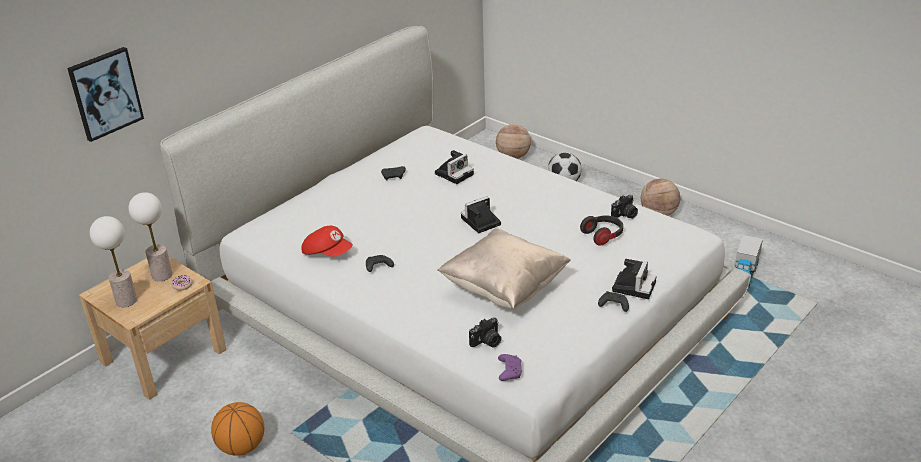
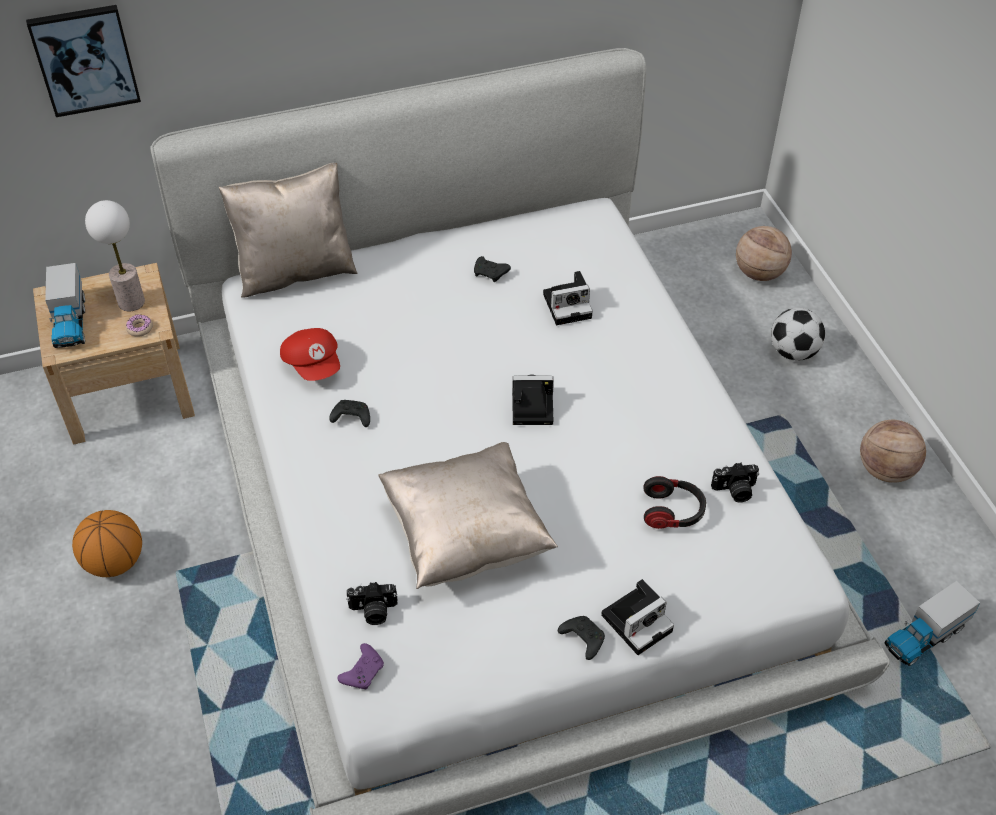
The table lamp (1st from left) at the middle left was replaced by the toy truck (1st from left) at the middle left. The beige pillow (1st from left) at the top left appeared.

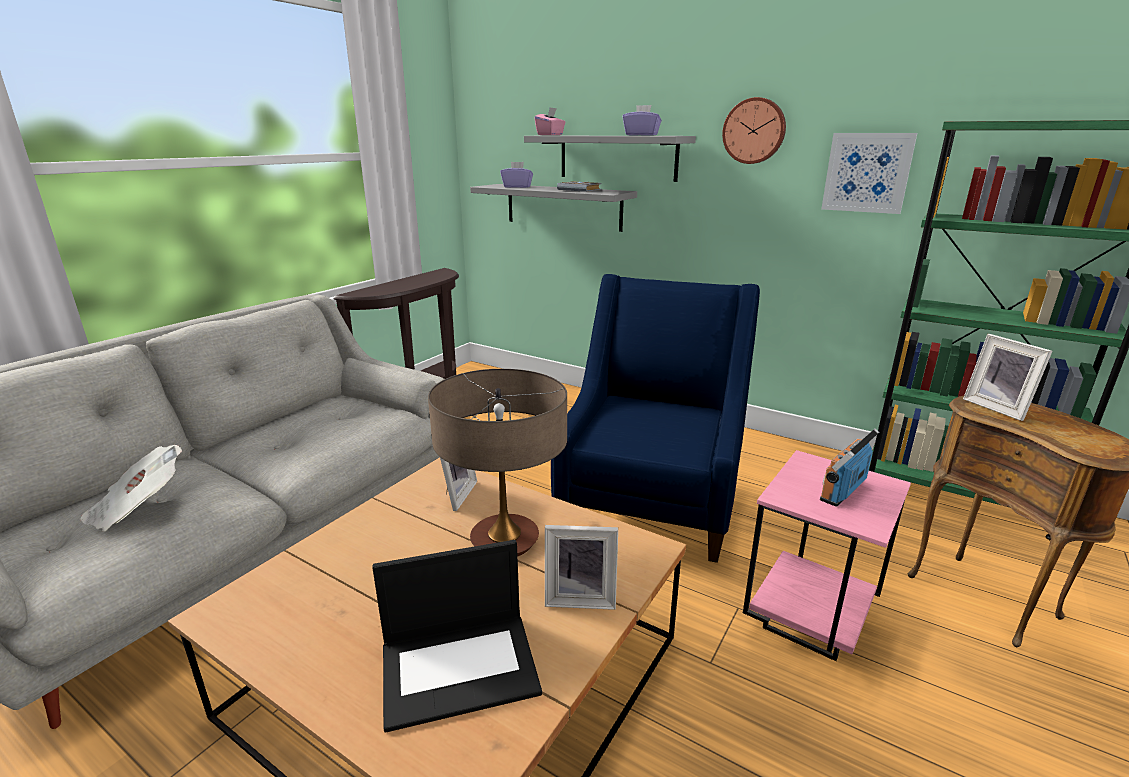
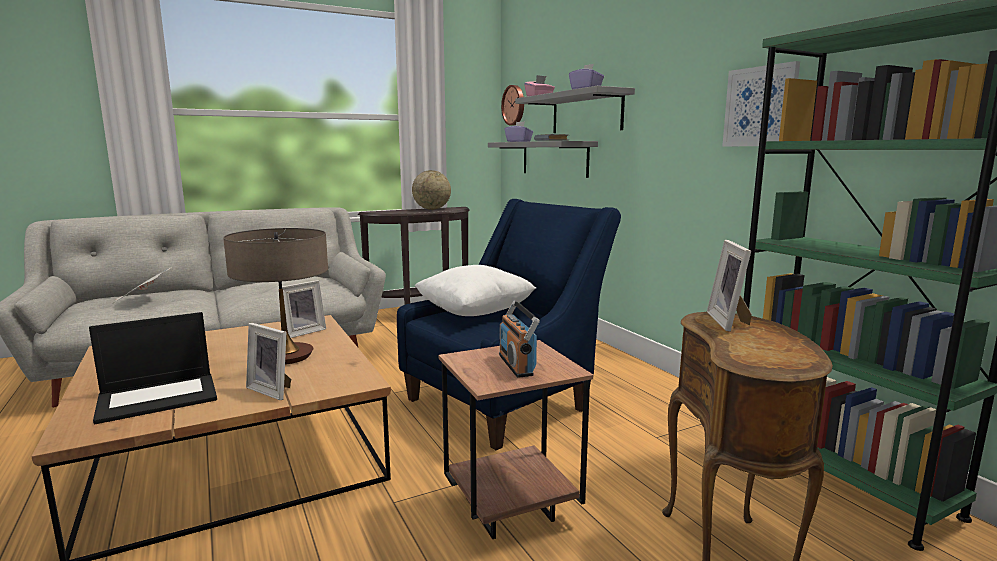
The wall clock moved from the top right to the top centre. The radio at the middle right turned 90 degrees counterclockwise. The pink side table at the bottom right became the brown side table (1st from left) at the bottom centre. The laptop at the bottom centre turned 45 degrees counterclockwise. The globe at the centre appeared. The white pillow at the centre appeared.

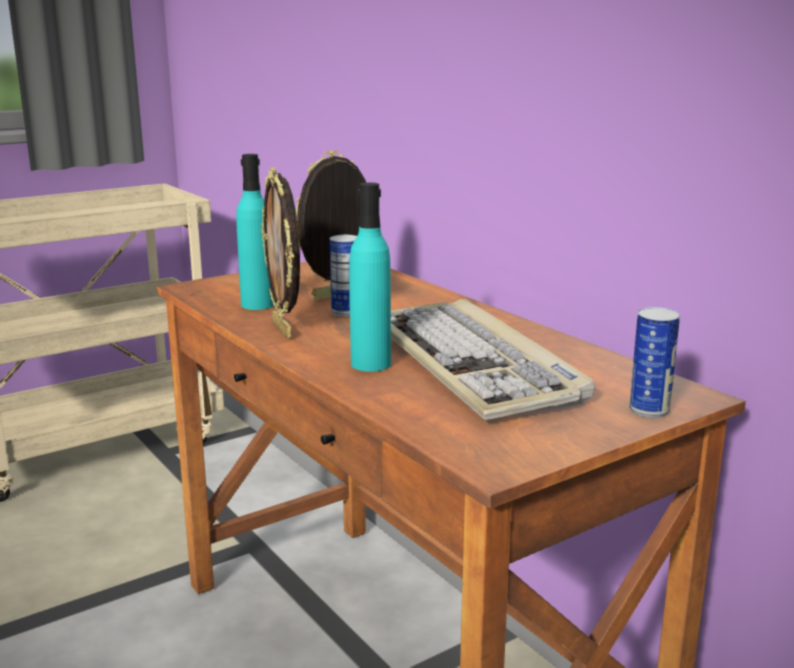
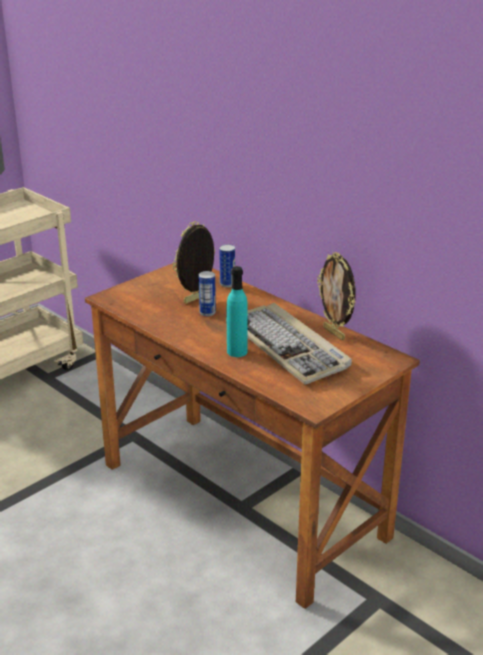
The turquoise bottle (1st from left) at the middle left disappeared. The picture frame (1st from left in the first image) moved from the centre to the middle right. The can (2nd from left) moved from the middle right to the centre.

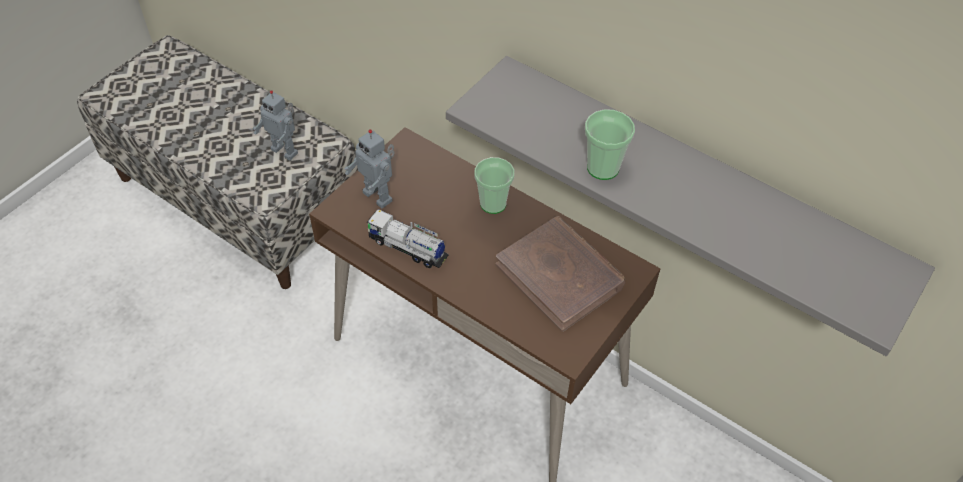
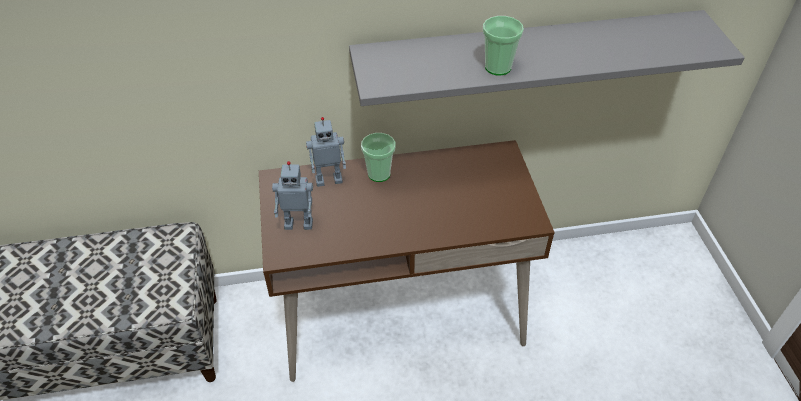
The toy robot (1st from left in the first image) moved from the top left to the centre. The toy truck at the centre disappeared. The brown book at the centre disappeared.

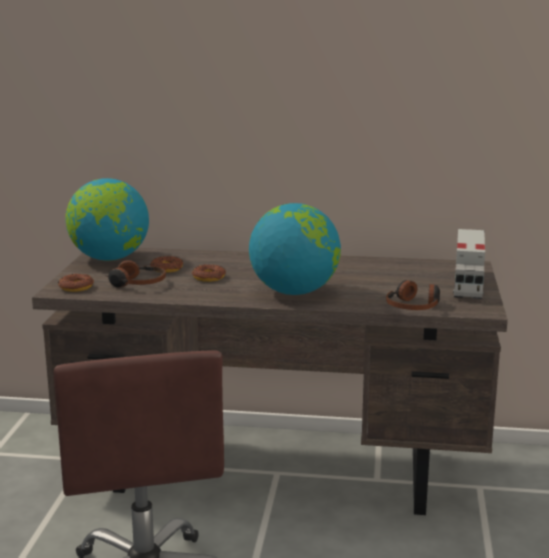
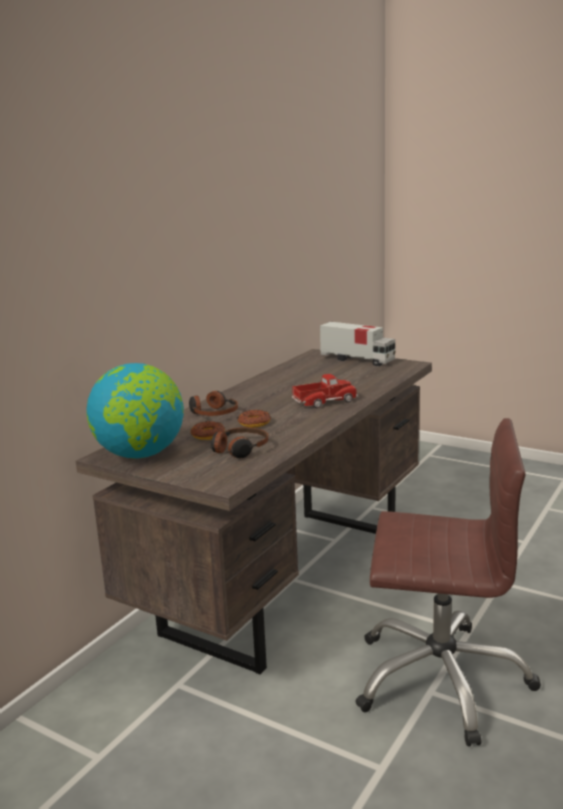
The globe (2nd from left) at the centre was replaced by the toy truck (1st from left) at the centre. The donut (1st from left) at the middle left disappeared. The headphones (2nd from left in the first image) moved from the middle right to the centre.

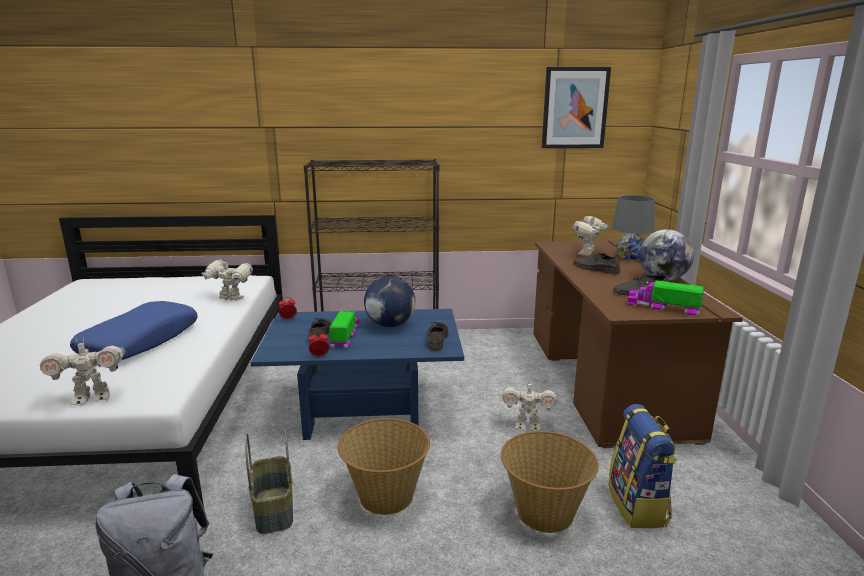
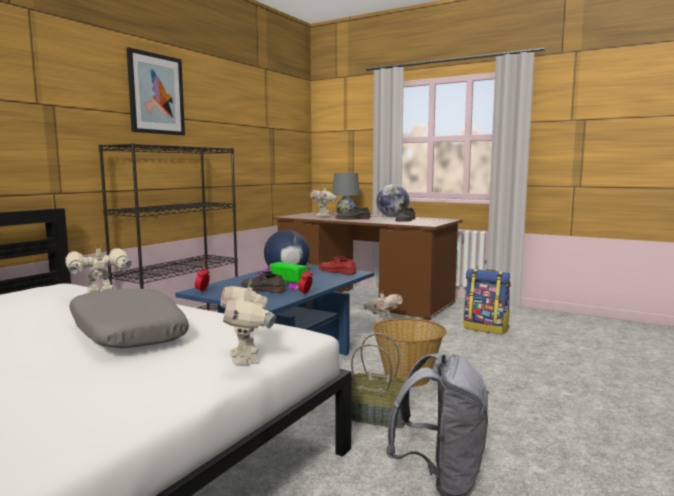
The picture moved from the top right to the top left. The toy truck (2nd from left) at the middle right disappeared. The blue pillow at the middle left became the grey pillow at the middle left. The grey shoe (2nd from left) at the centre became the red shoe at the centre. The toy robot (1st from left in the first image) at the middle left turned 150 degrees clockwise. The basket (3rd from left) at the bottom centre disappeared.

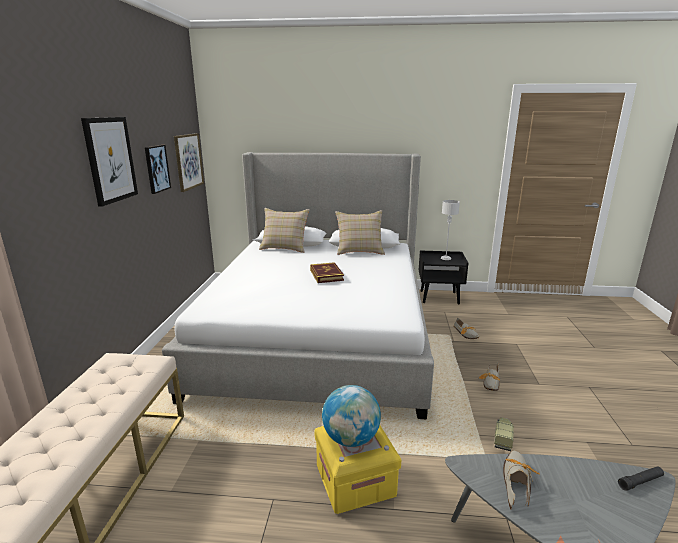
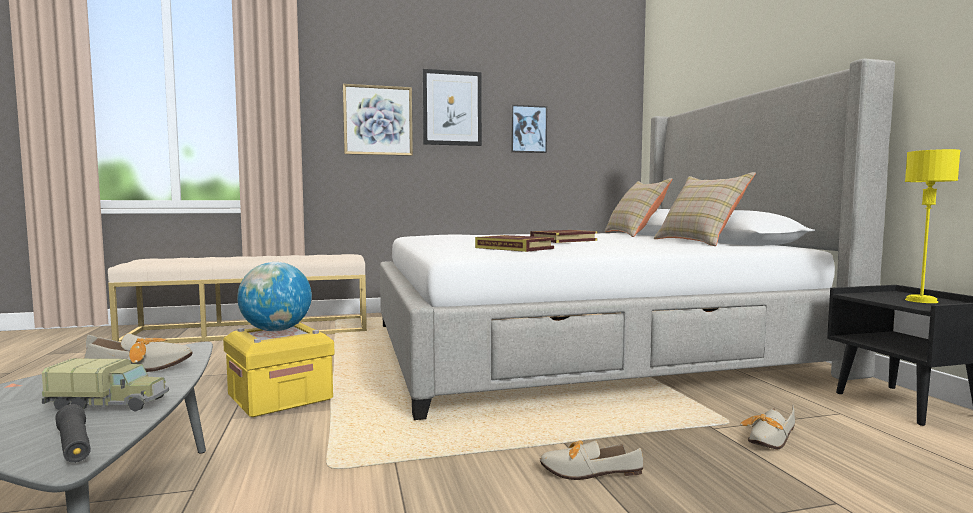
The picture (3rd from left in the first image) moved from the top left to the top centre. The grey table lamp at the centre became the yellow table lamp at the middle right. The toy truck moved from the bottom right to the bottom left. The book (1st from left) at the centre appeared.

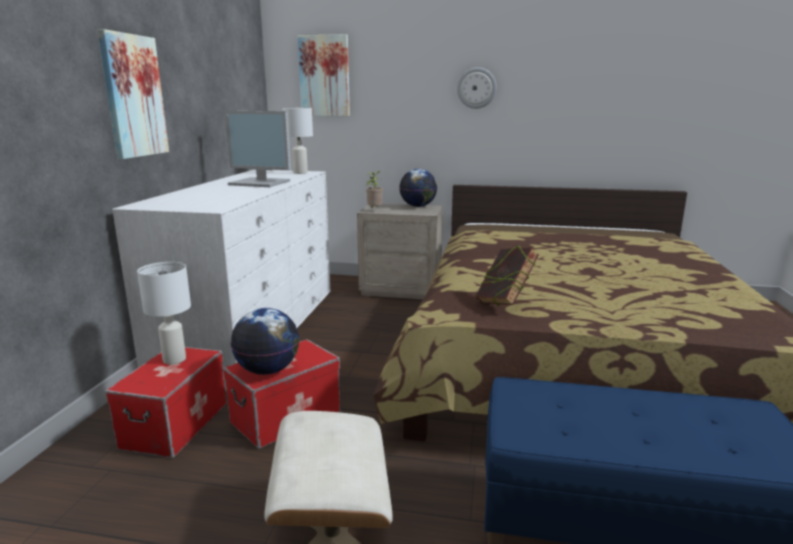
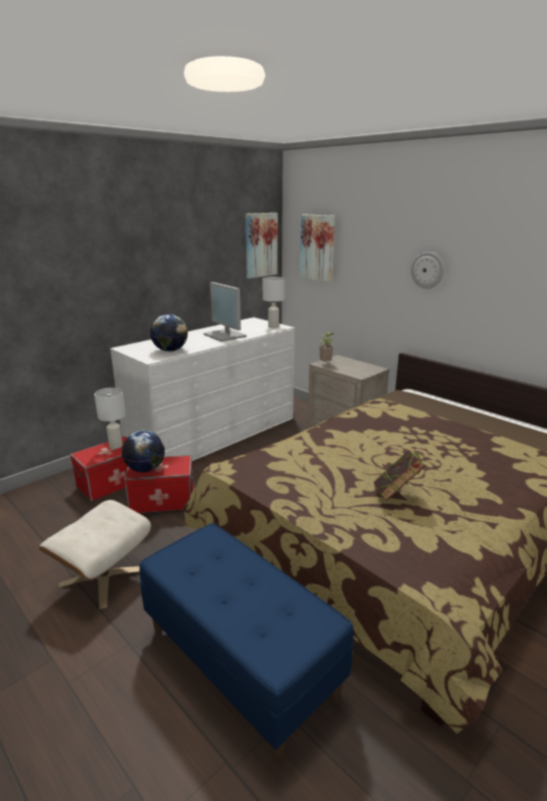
The picture (1st from left) moved from the top left to the top centre. The globe (2nd from left) moved from the centre to the middle left. The book moved from the centre to the middle right.

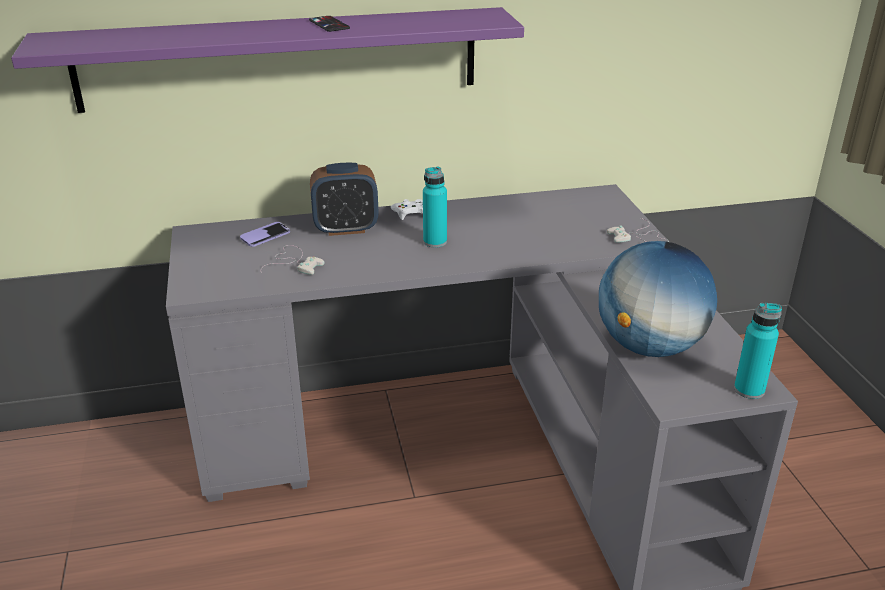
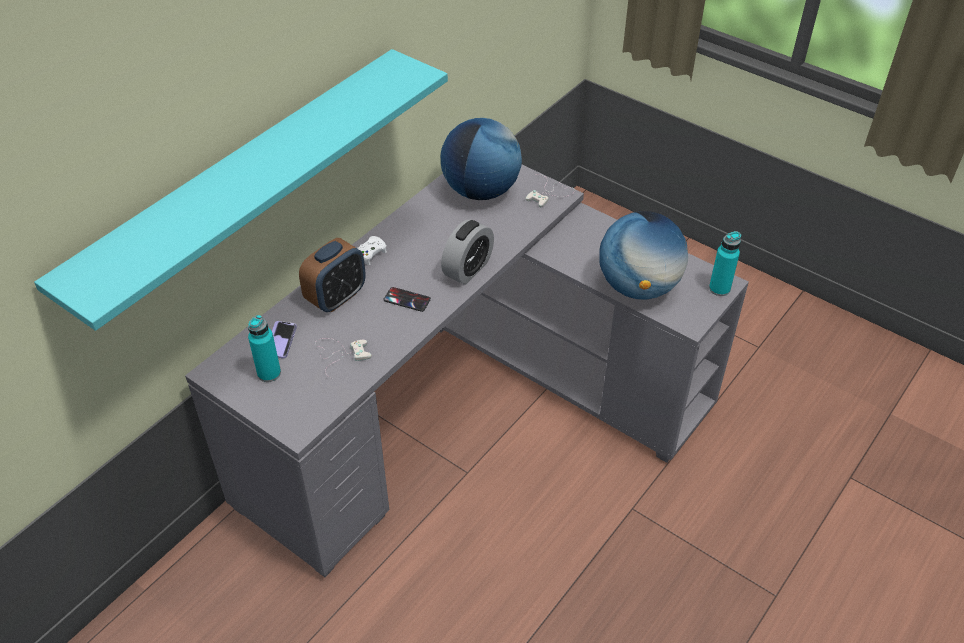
The purple shelf at the top left became the turquoise shelf at the top left. The phone (2nd from left) moved from the top centre to the centre. The turquoise bottle (1st from left) moved from the centre to the middle left. The globe (1st from left) at the top centre appeared. The alarm clock (2nd from left) at the centre appeared.

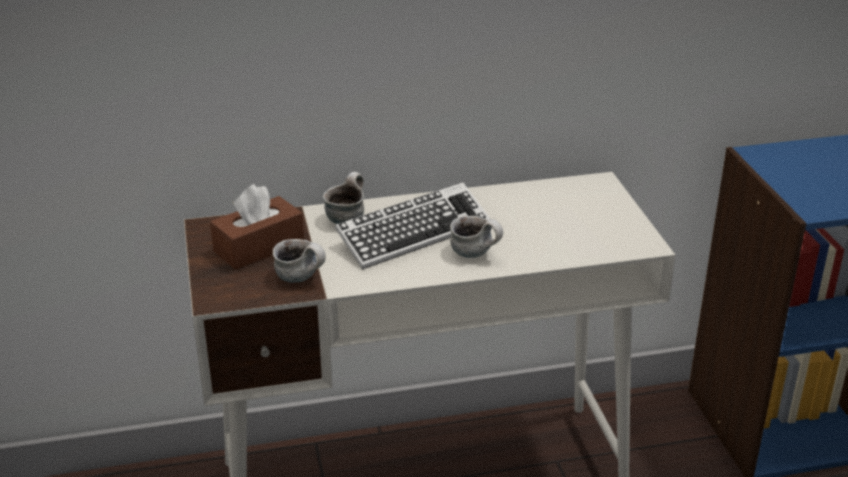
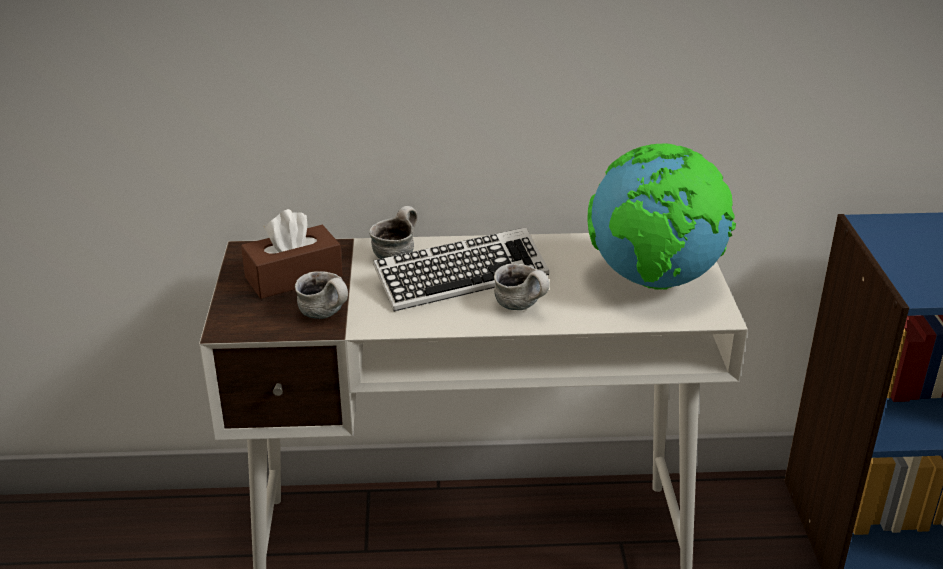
The globe at the middle right appeared.

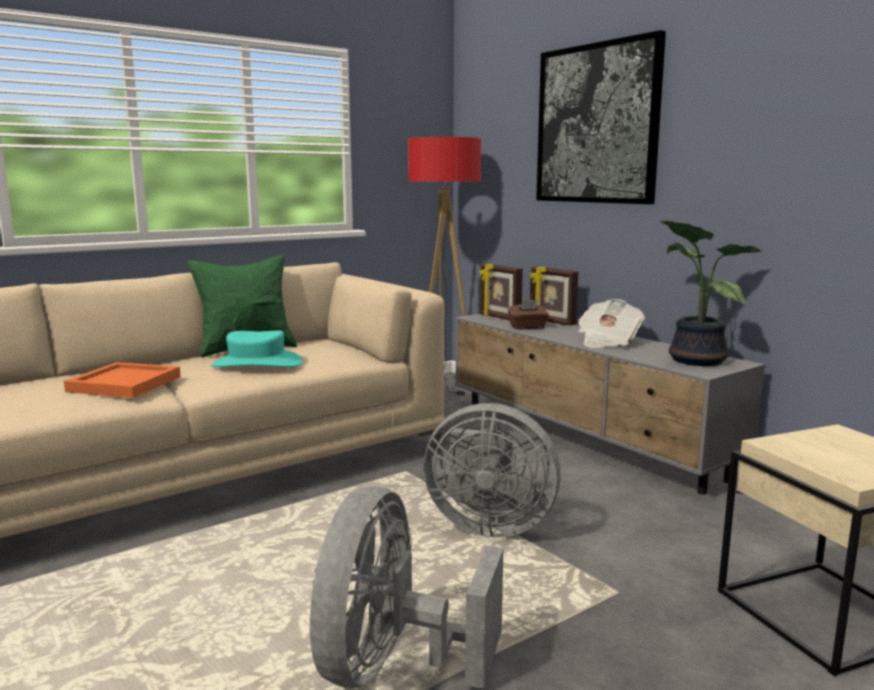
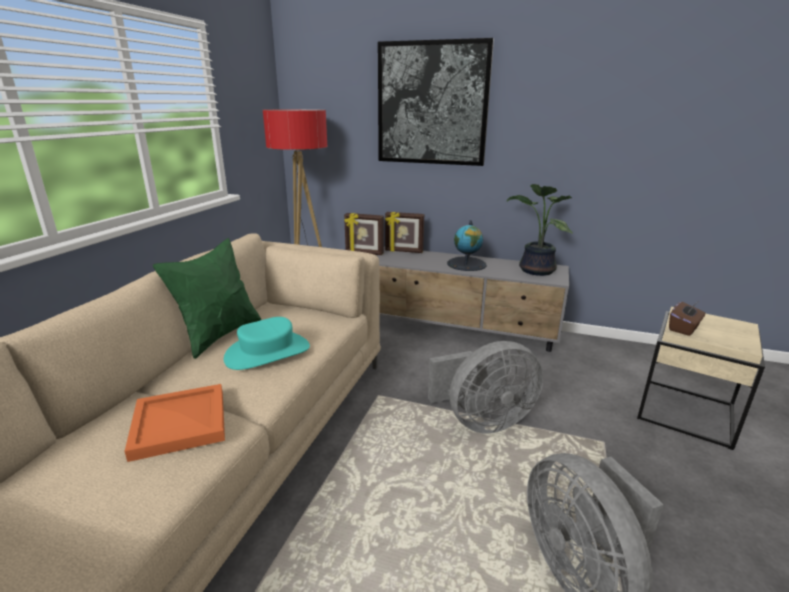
The newspaper at the middle right was replaced by the globe at the centre. The brown tissue box moved from the centre to the middle right.

